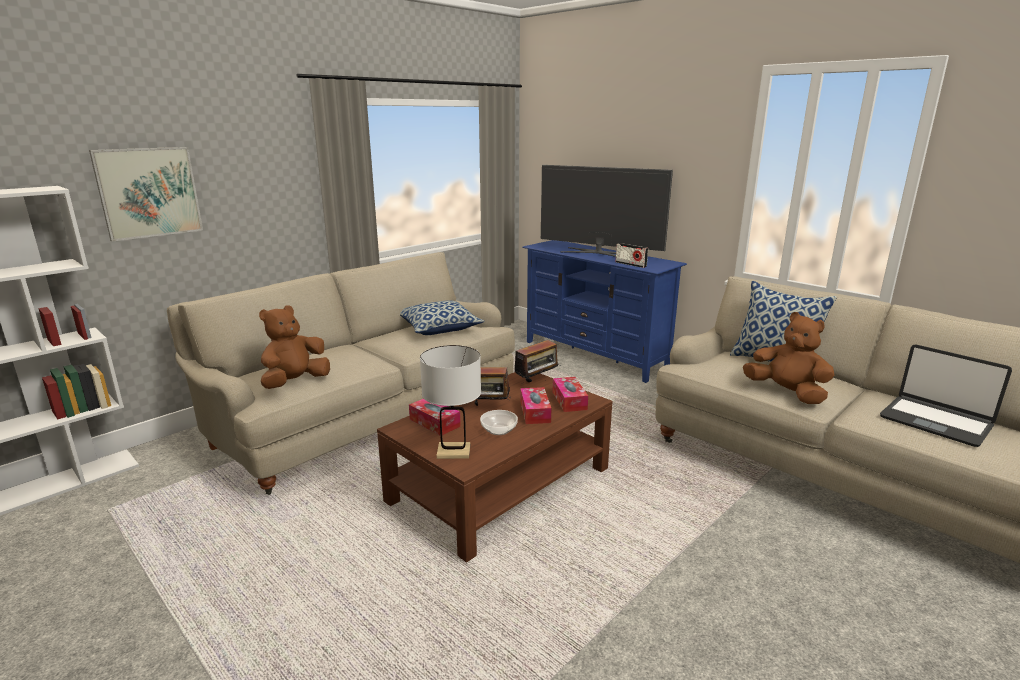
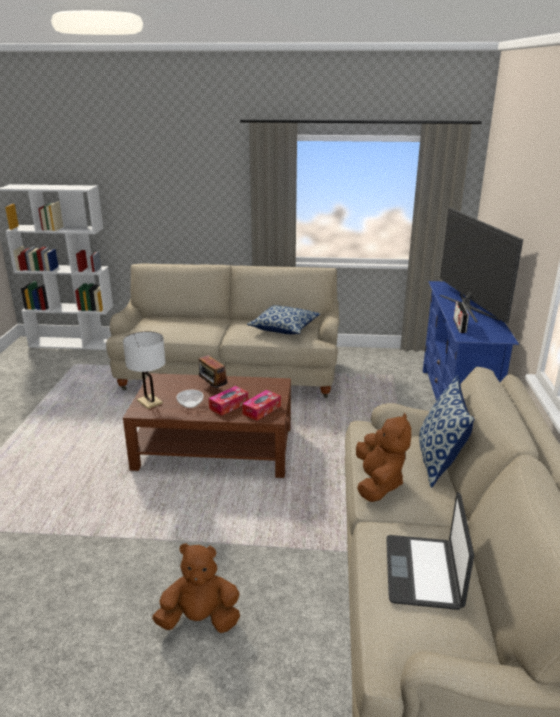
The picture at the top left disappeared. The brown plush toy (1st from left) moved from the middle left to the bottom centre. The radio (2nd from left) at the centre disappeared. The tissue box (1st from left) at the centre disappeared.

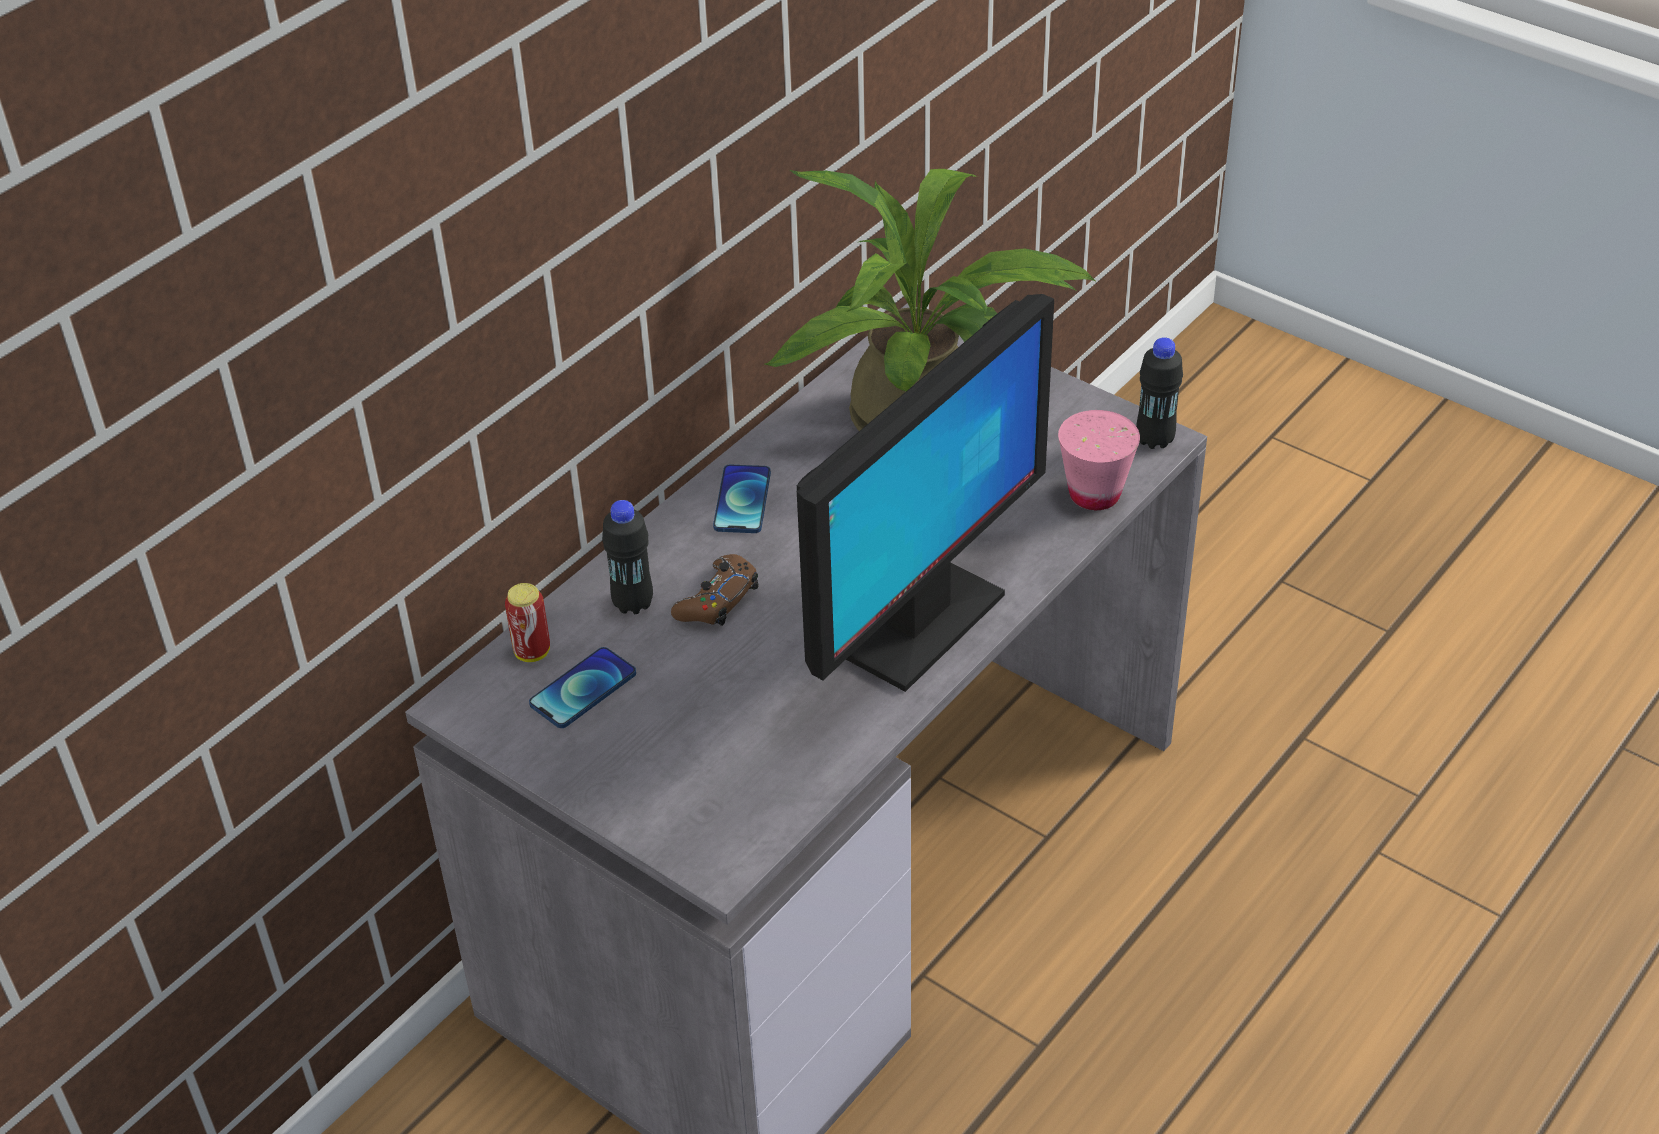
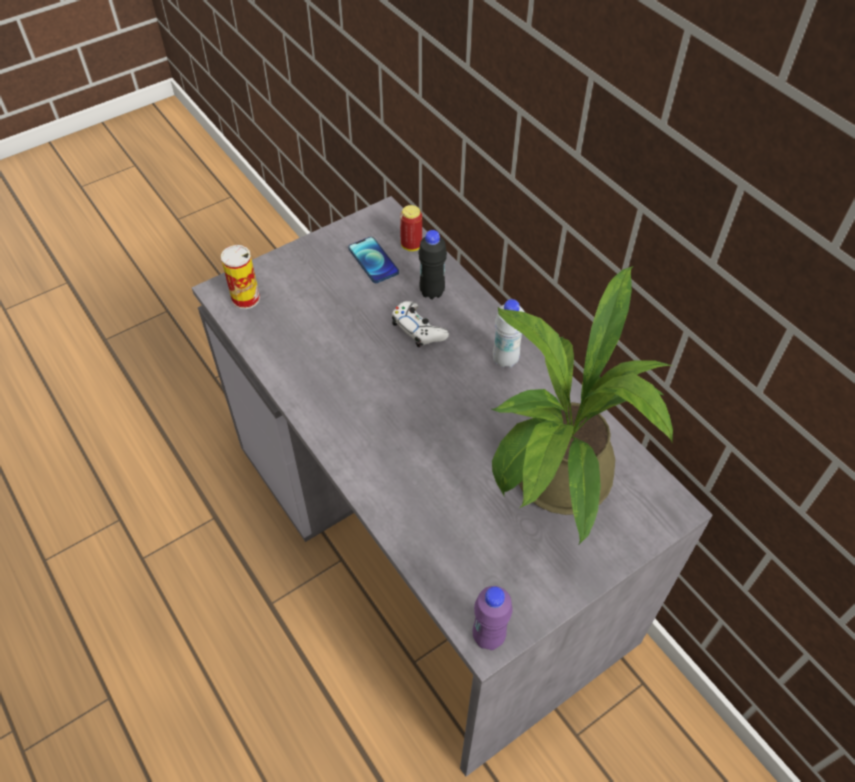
The monitor at the centre disappeared. The black bottle (2nd from left) at the middle right became the purple bottle at the bottom centre. The pink cup at the centre disappeared. The phone (2nd from left) at the centre was replaced by the white bottle at the centre. The brown game controller at the centre became the white game controller at the centre. The can (1st from left) at the middle left appeared.

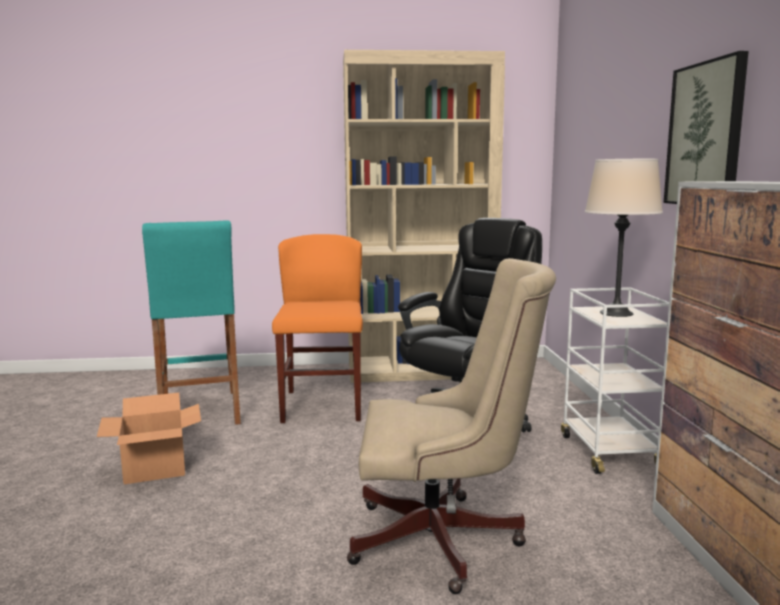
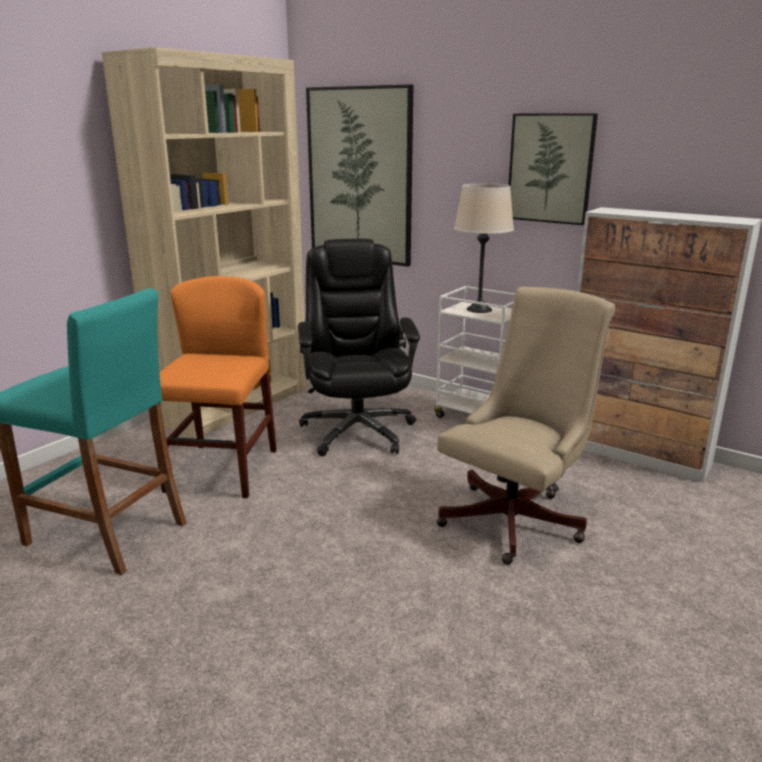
The orange chair at the centre turned 60 degrees clockwise. The cardboard box at the bottom left disappeared. The picture (1st from left) at the top centre appeared.

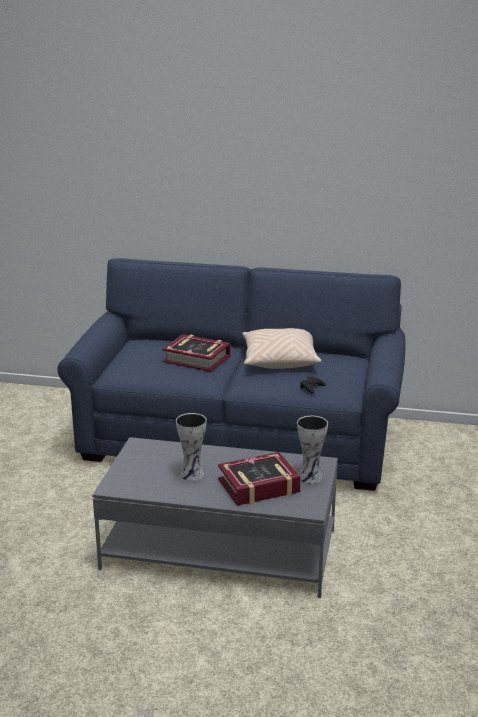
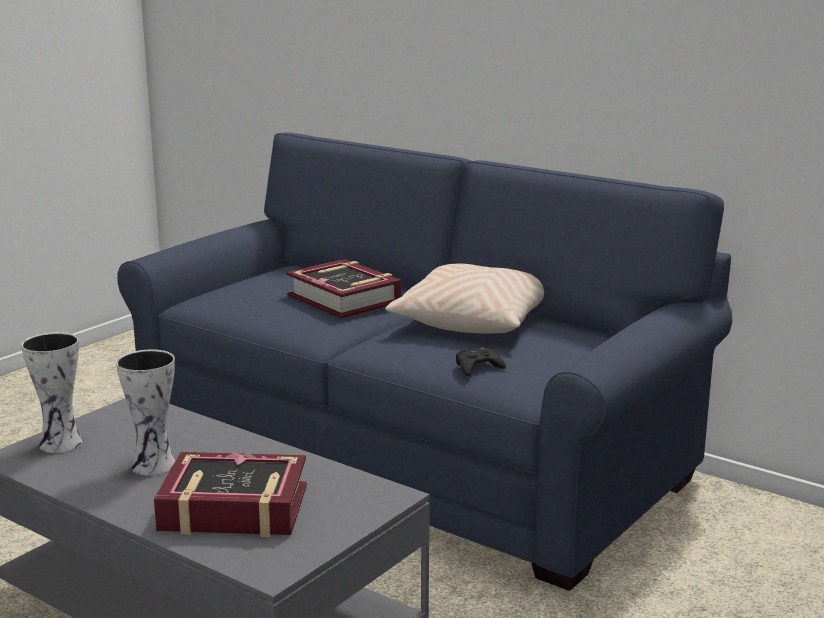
The vase (2nd from left in the first image) moved from the centre to the middle left.

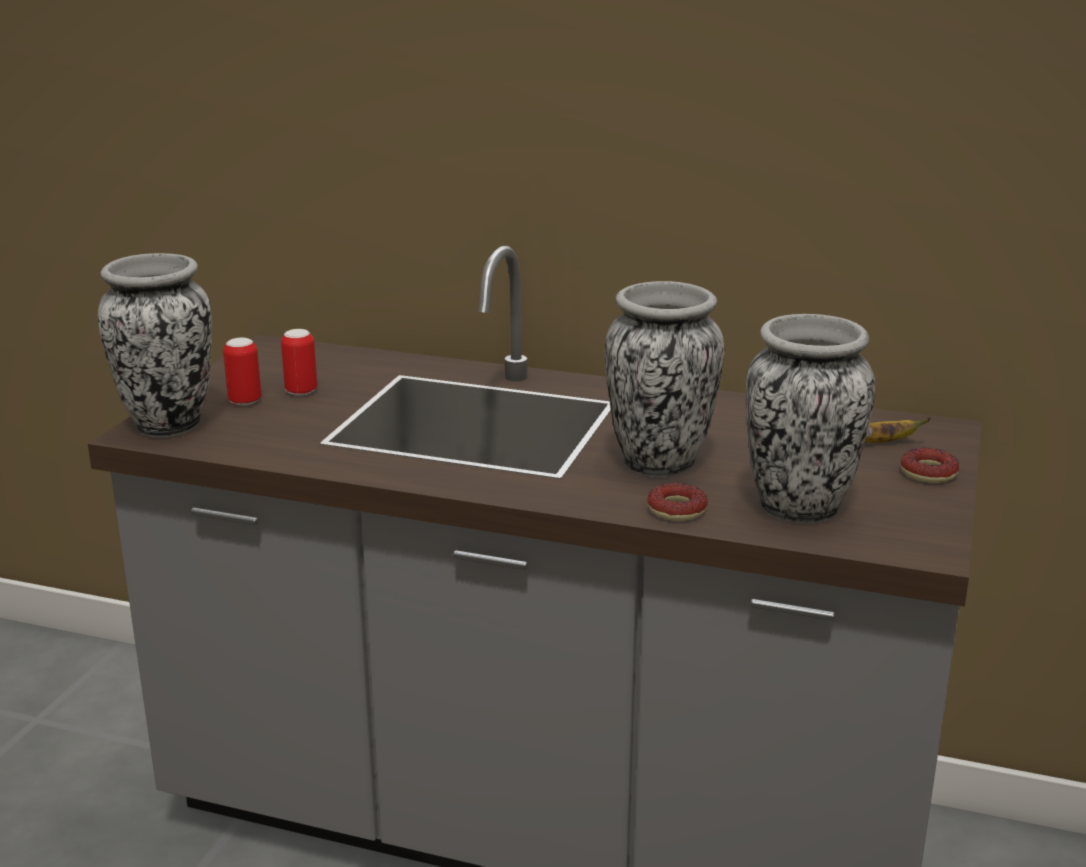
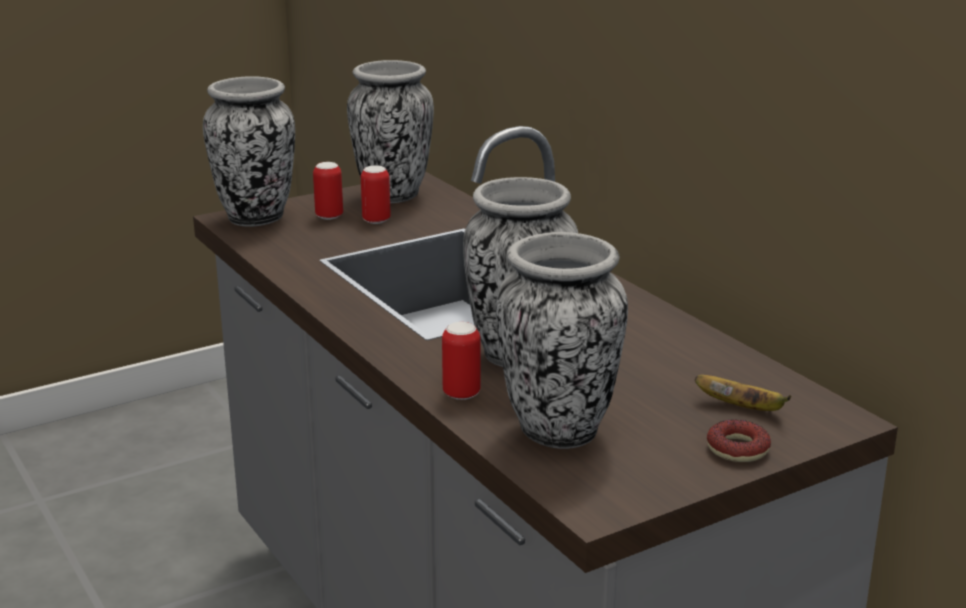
The donut (1st from left) at the centre was replaced by the can (3rd from left) at the centre. The vase (2nd from left) at the top centre appeared.

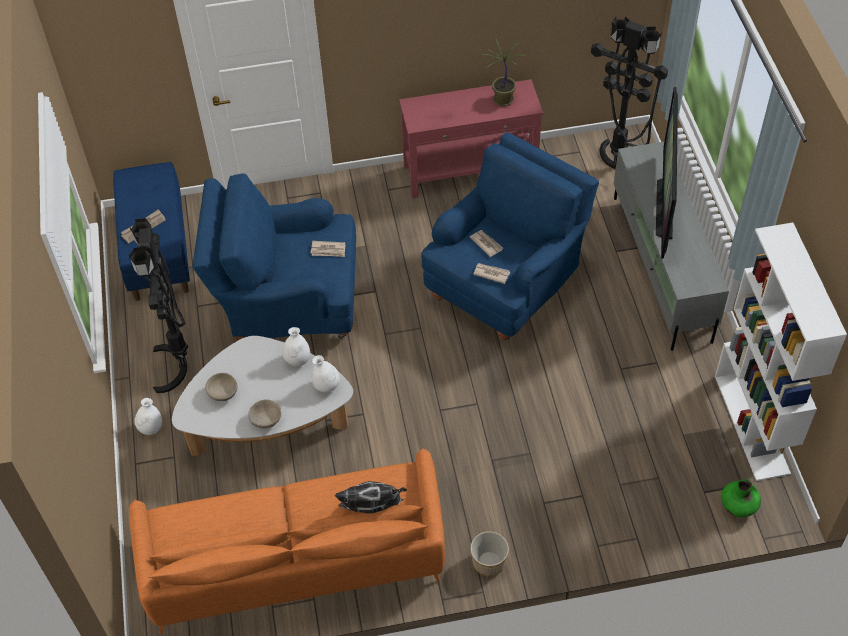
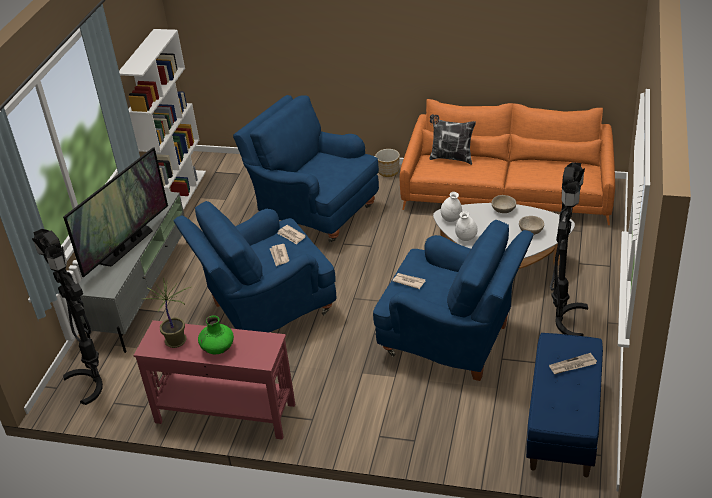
The white vase (1st from left) at the middle left disappeared. The green vase moved from the bottom right to the bottom left. The blue armchair (2nd from left) at the centre appeared.

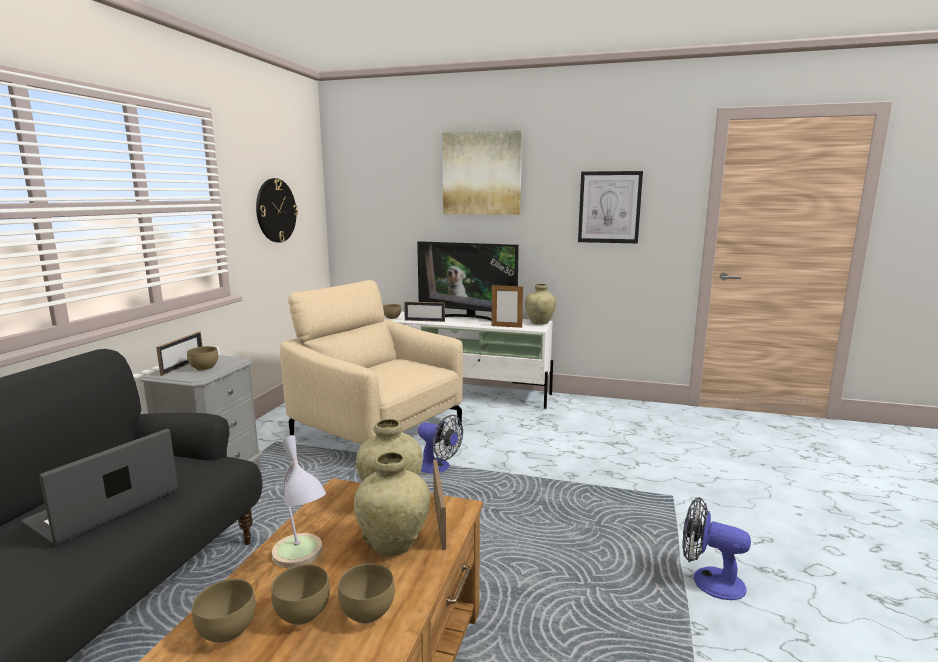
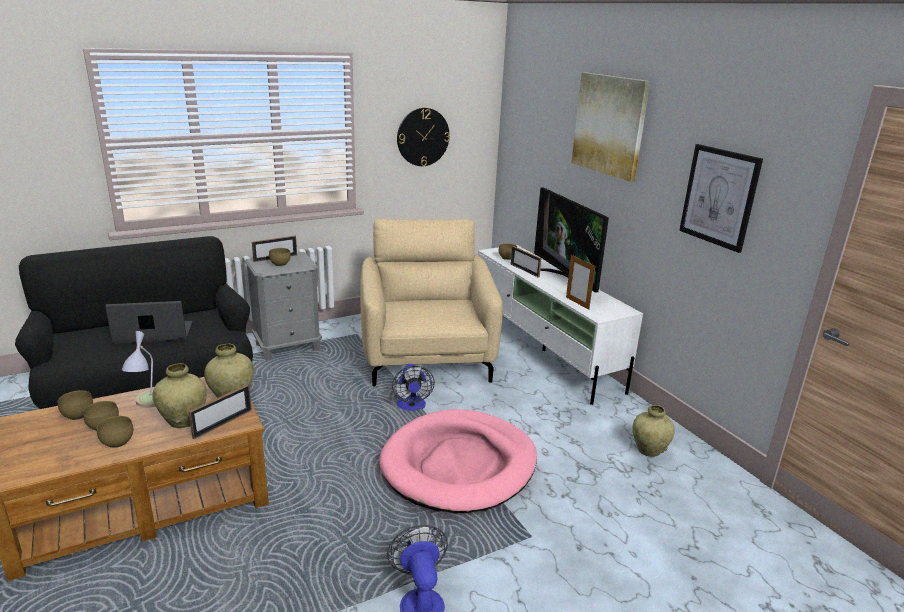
The beige vase (3rd from left) moved from the centre to the bottom right. The pink dog bed at the bottom centre appeared.

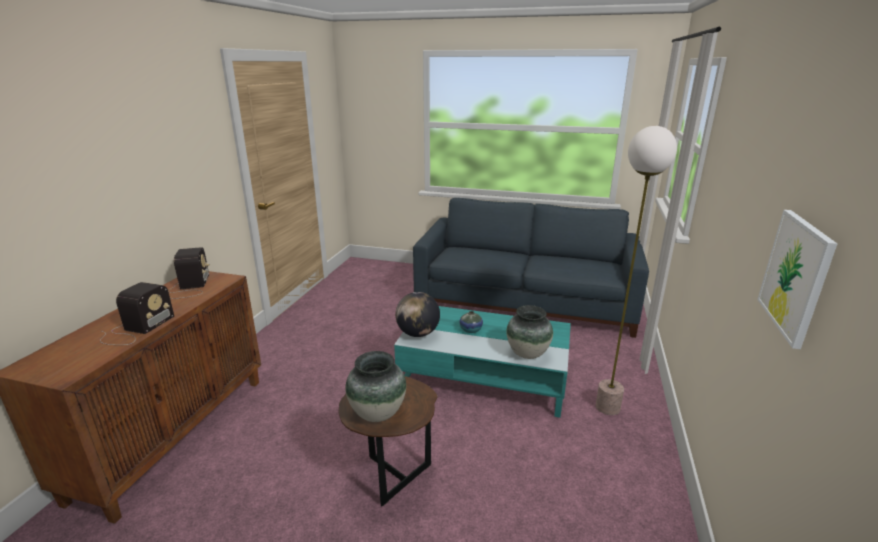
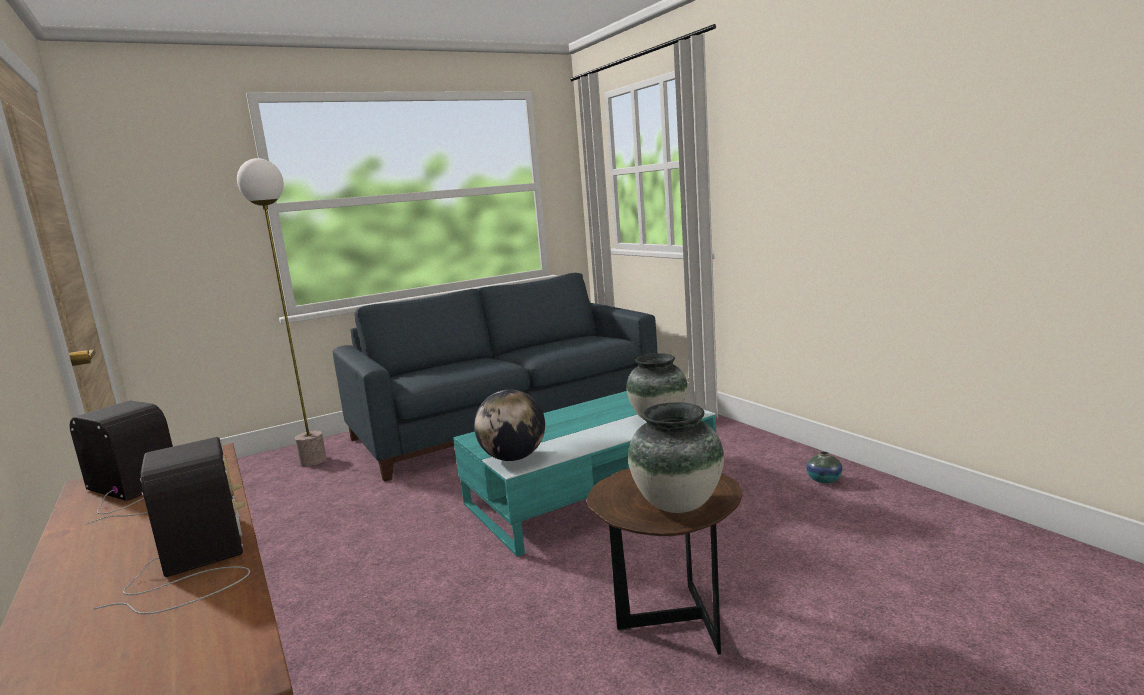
The floor lamp moved from the middle right to the middle left. The picture at the middle right disappeared. The vase (2nd from left in the first image) moved from the centre to the bottom right.

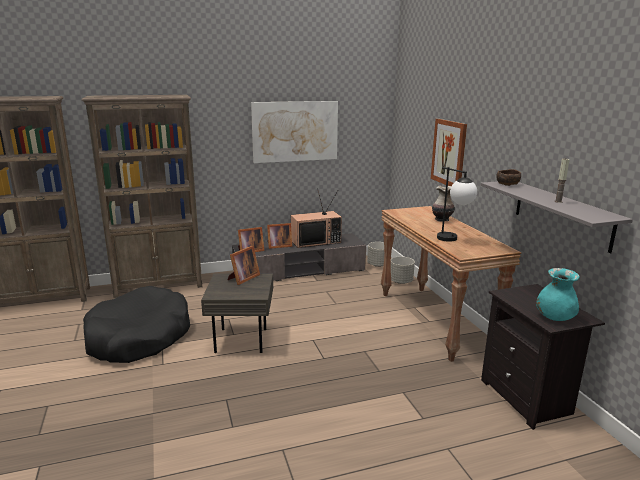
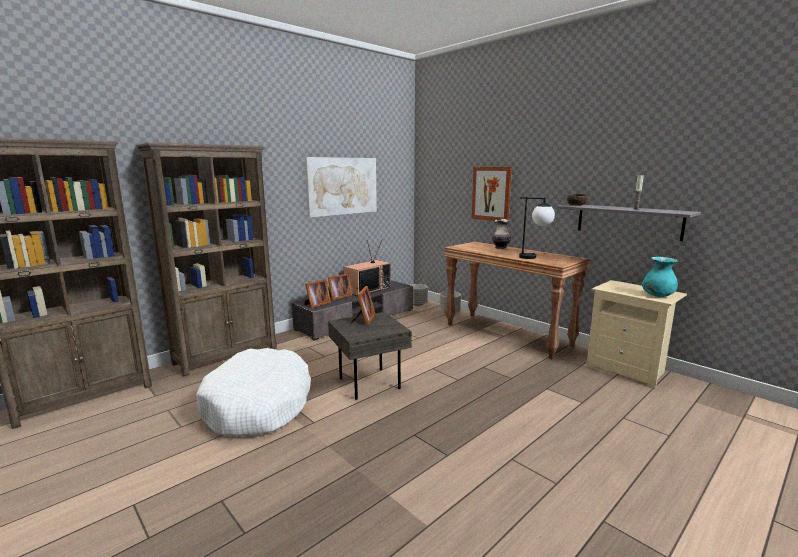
The black nightstand at the bottom right became the beige nightstand at the middle right. The black dog bed at the bottom left became the white dog bed at the bottom left.

